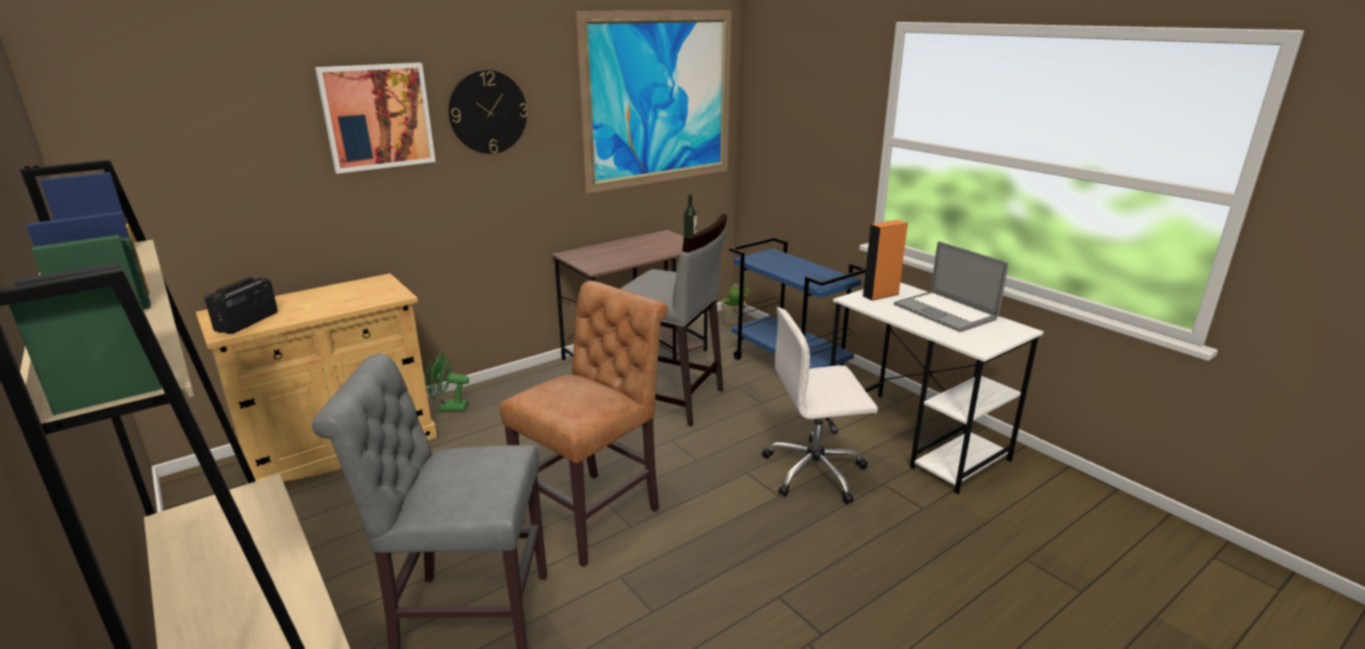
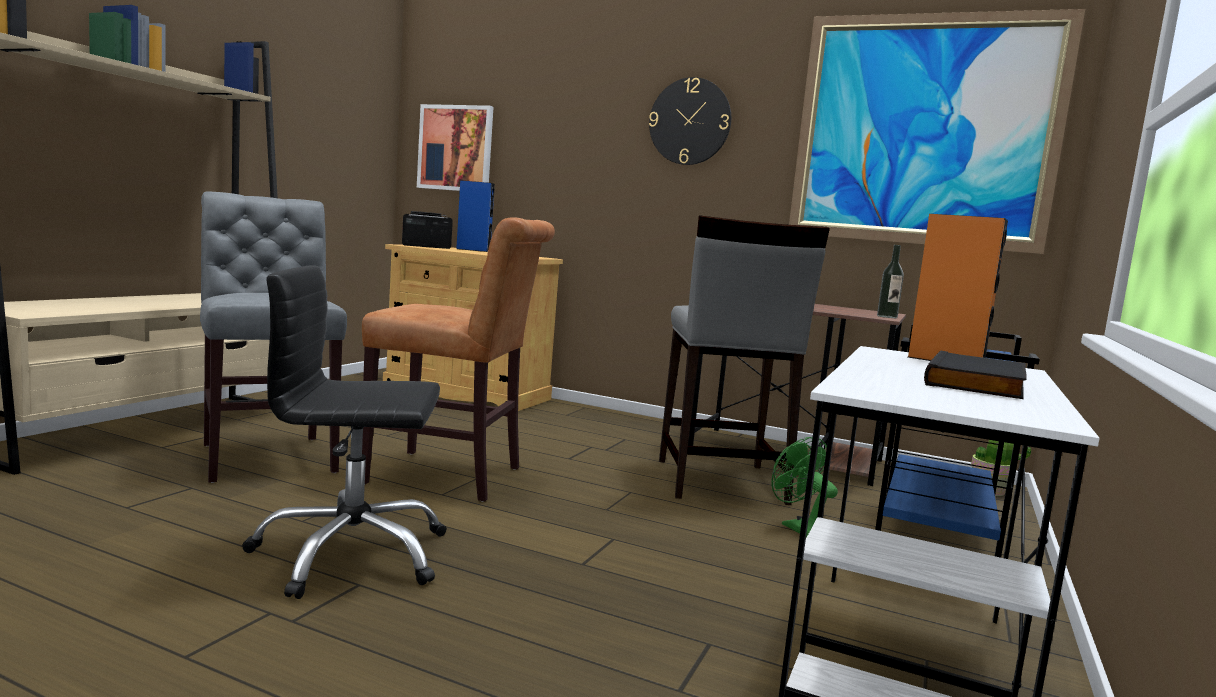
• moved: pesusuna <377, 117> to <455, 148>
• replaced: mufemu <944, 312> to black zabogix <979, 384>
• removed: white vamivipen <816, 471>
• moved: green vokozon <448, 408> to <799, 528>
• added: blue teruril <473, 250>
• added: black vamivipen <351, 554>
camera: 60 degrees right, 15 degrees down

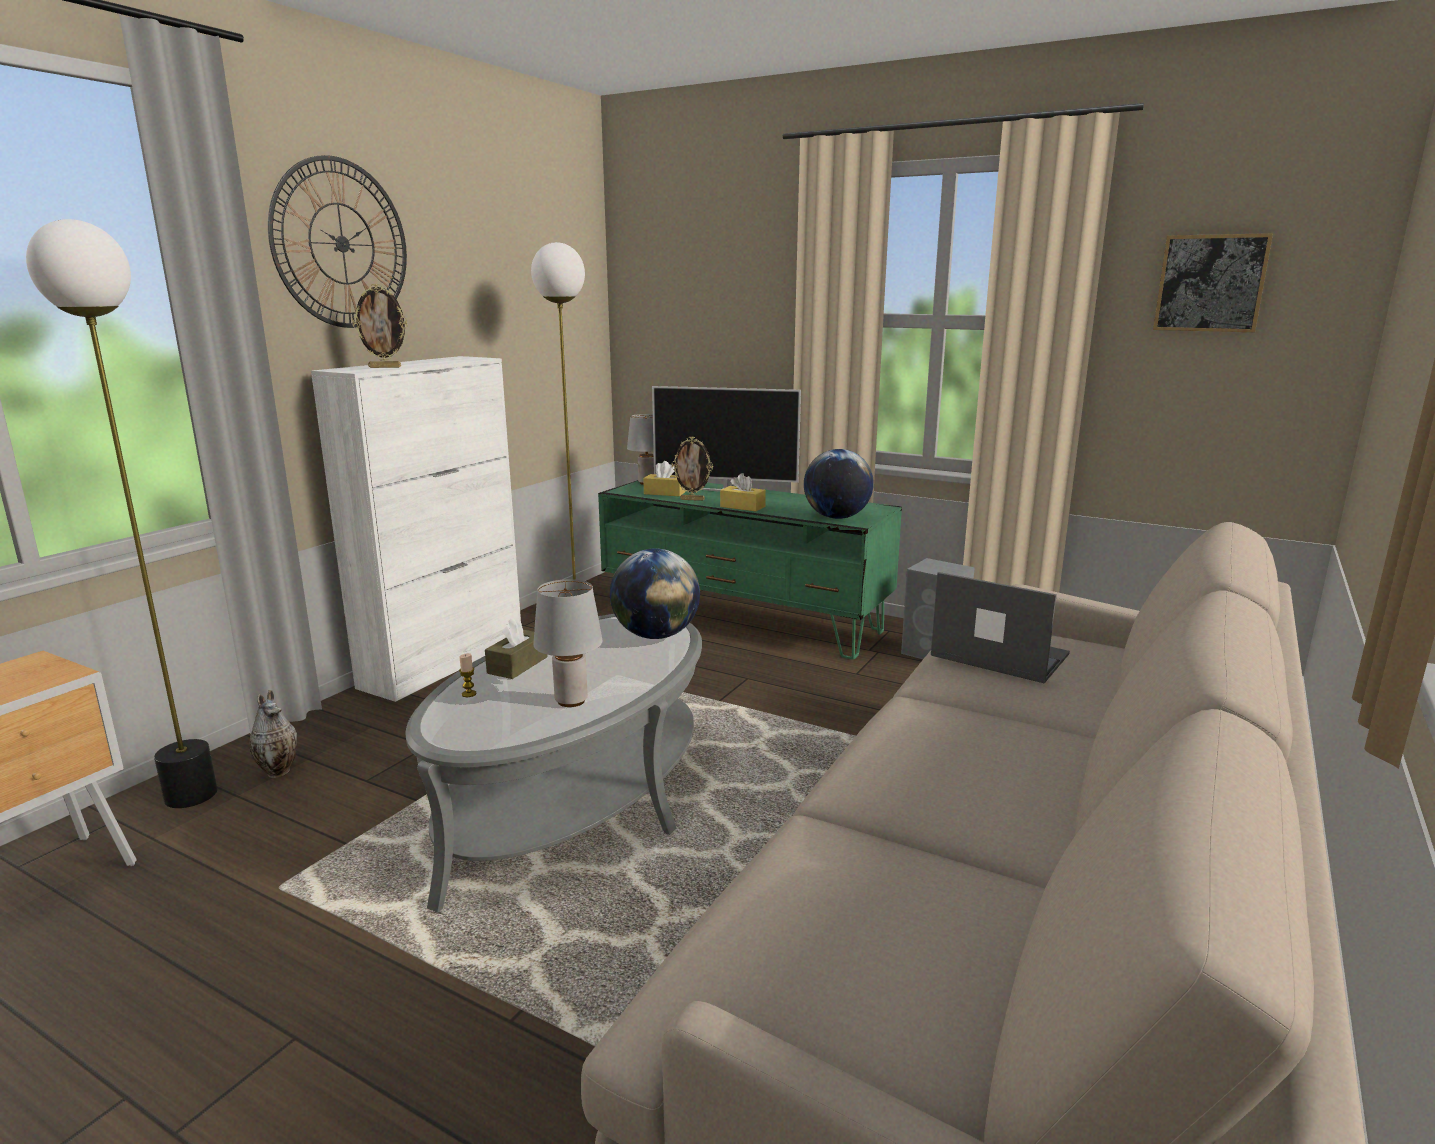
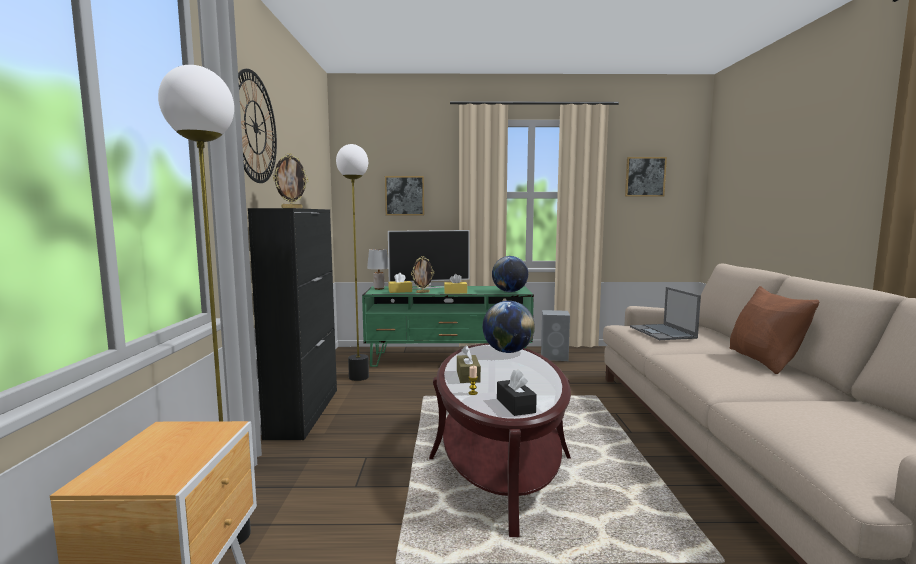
• recoloured: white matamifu <445, 662> to black matamifu <304, 412>
• turned: mufemu <997, 655> = <663, 332> 105 degrees counterclockwise
• removed: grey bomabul <570, 701>
• recoloured: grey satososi <577, 800> to brown satososi <499, 458>
• removed: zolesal <279, 771>
• added: pesusuna <404, 195>
• added: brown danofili <764, 361>
• added: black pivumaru <515, 405>
camera: 30 degrees left, 10 degrees down

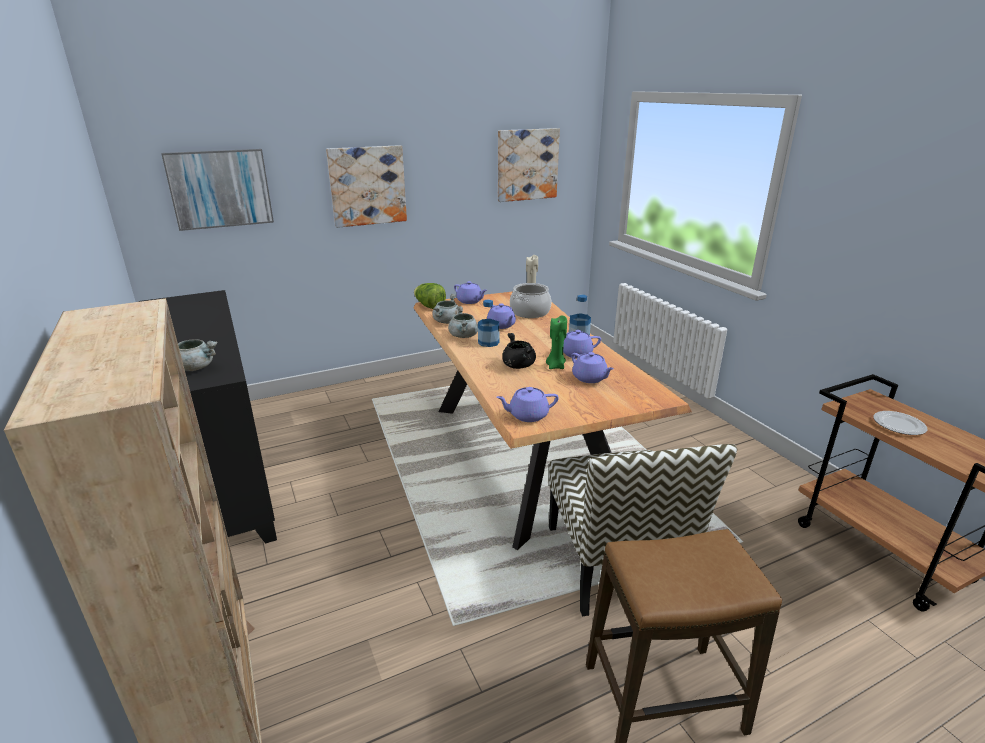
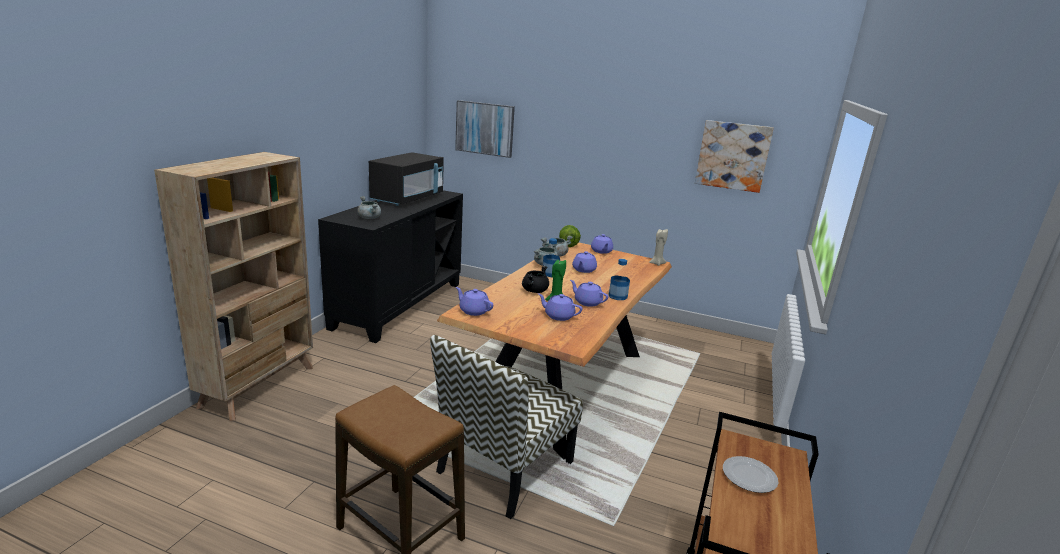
• removed: pesusuna <367, 186>
• removed: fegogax <530, 312>
• turned: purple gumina <590, 378> = <558, 316> 105 degrees clockwise
• added: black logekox <408, 198>
camera: 45 degrees right, 5 degrees down

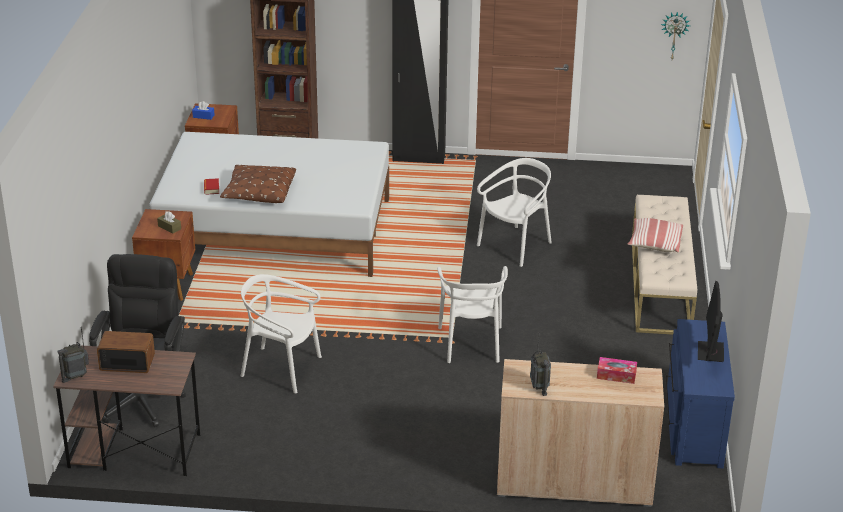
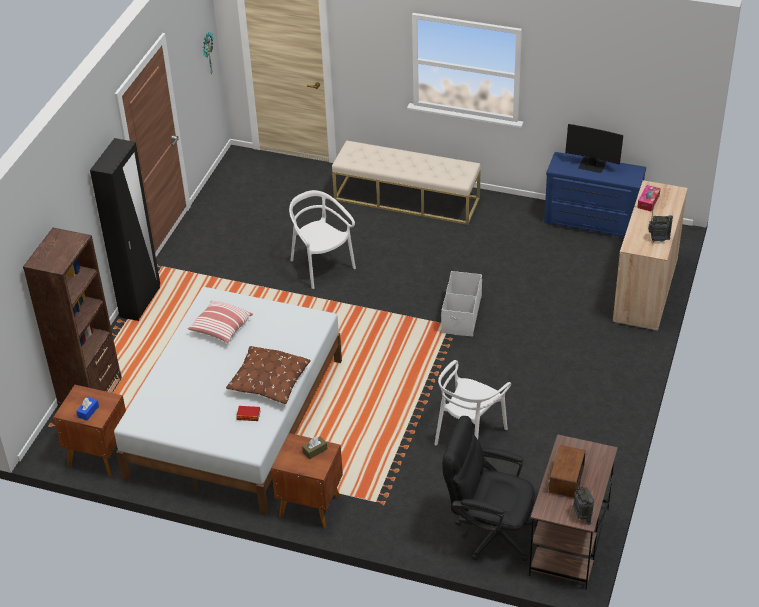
• moved: danofili <654, 243> to <221, 328>
• replaced: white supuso <471, 344> to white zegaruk <461, 315>
camera: 75 degrees left, 10 degrees up

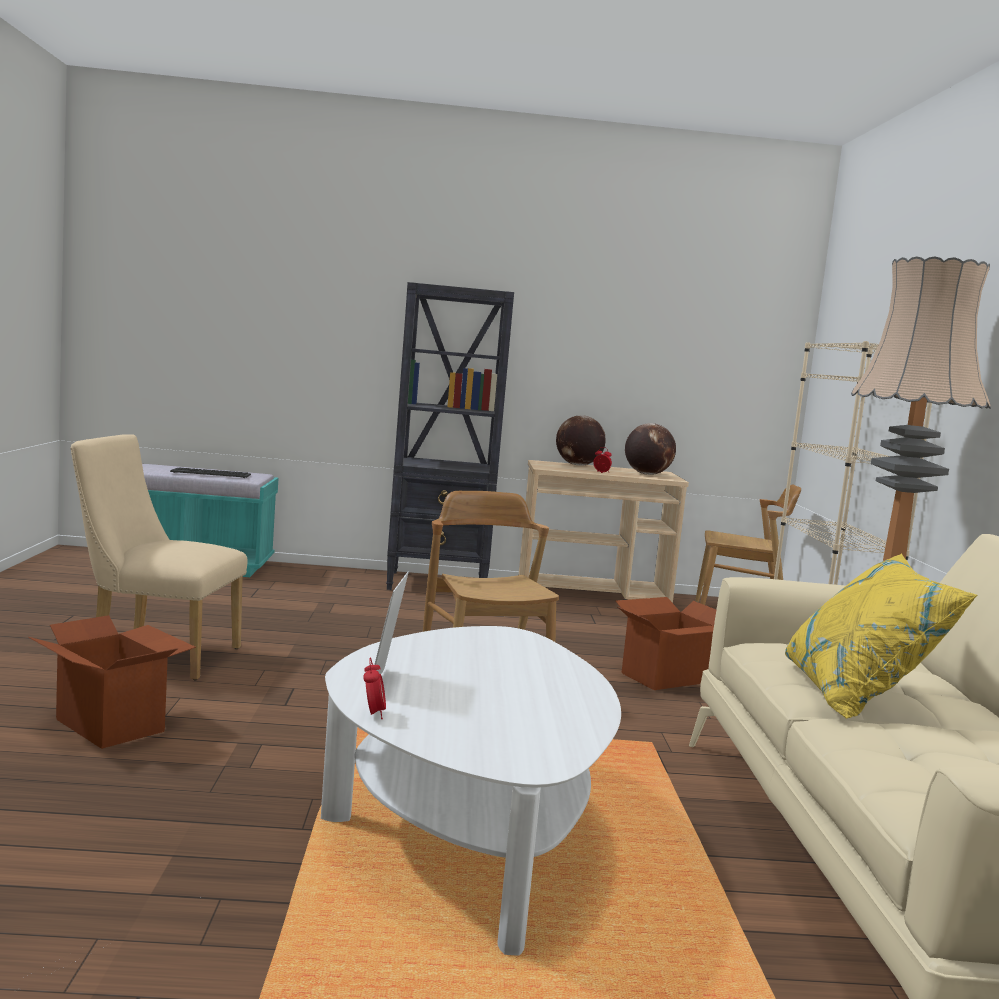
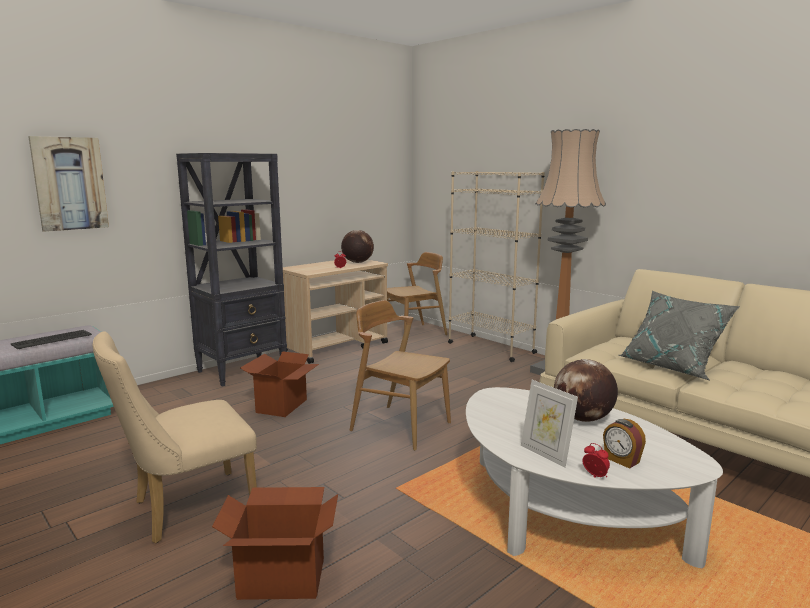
• moved: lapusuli <577, 465> to <583, 419>
• recoloured: yellow danofili <858, 697> to grey danofili <672, 366>
• moved: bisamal <664, 678> to <282, 406>
• added: pesusuna <69, 183>
• added: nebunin <621, 460>
camera: 40 degrees left, 5 degrees up

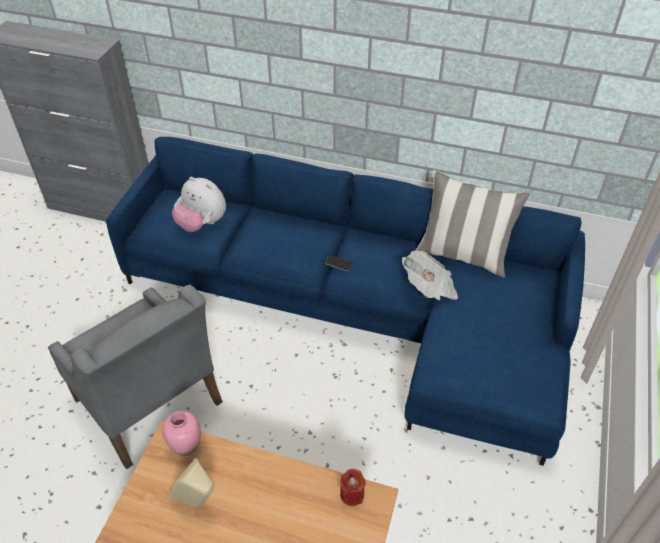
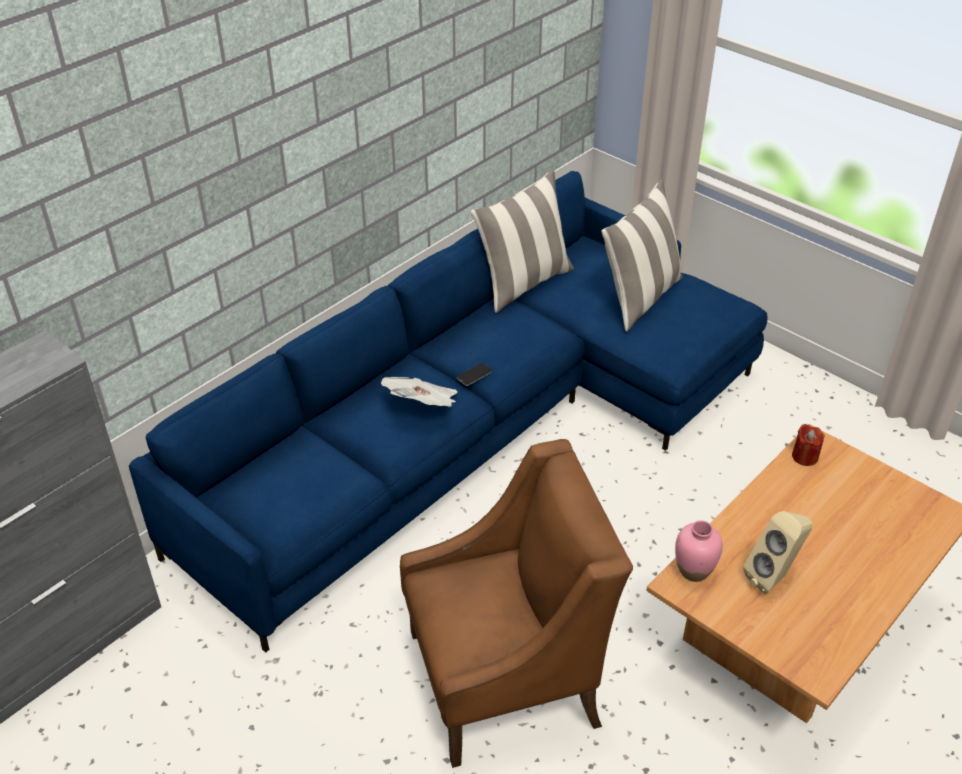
• removed: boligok <202, 224>
• moved: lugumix <429, 287> to <423, 406>
• recoloured: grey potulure <148, 402> to brown potulure <506, 677>
• added: danofili <639, 297>
camera: 65 degrees left, 5 degrees down

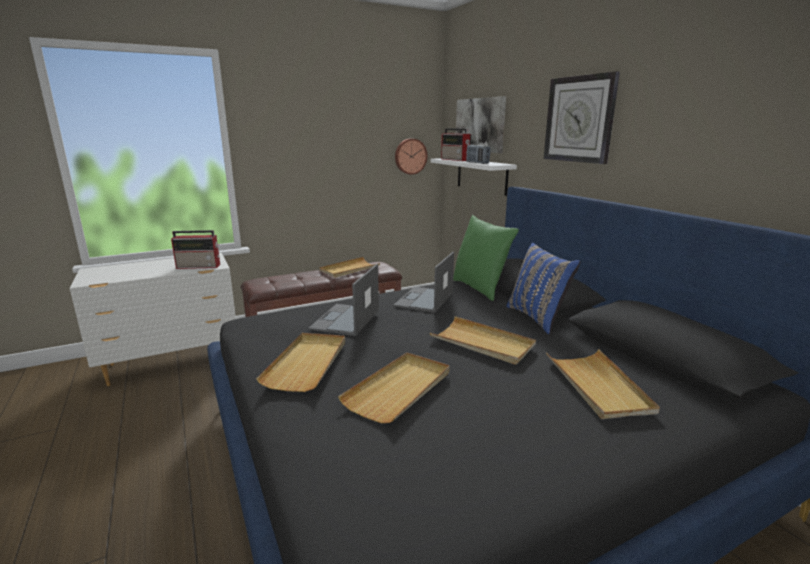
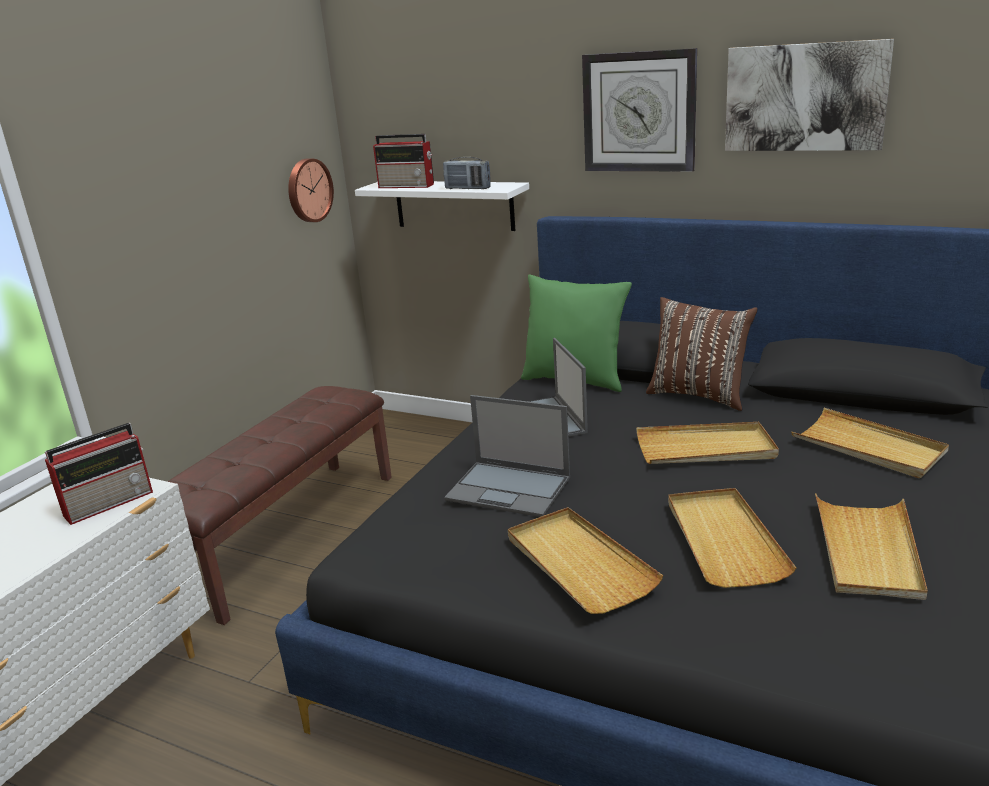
• moved: pesusuna <480, 125> to <805, 97>
• recoloured: blue danofili <538, 318> to brown danofili <699, 395>
• moved: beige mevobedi <349, 269> to <868, 550>
• turned: mufemu <345, 320> = <510, 489> 45 degrees counterclockwise
camera: 35 degrees left, 5 degrees up

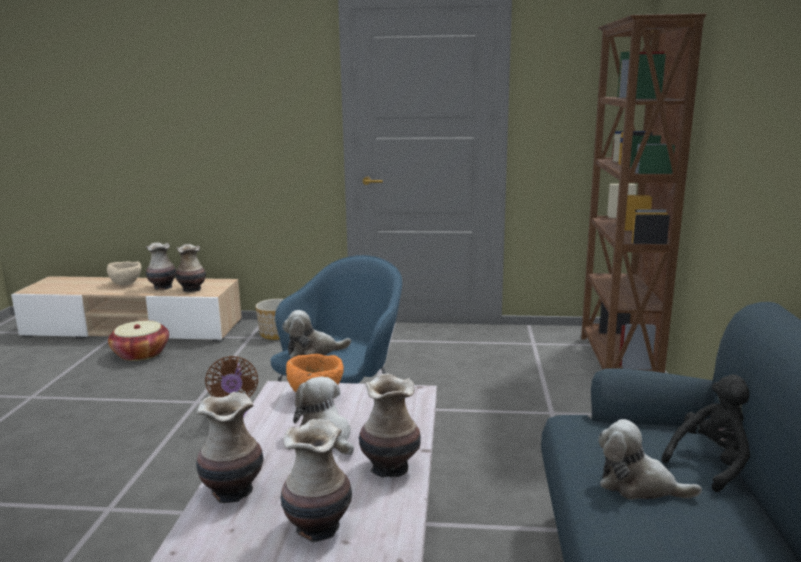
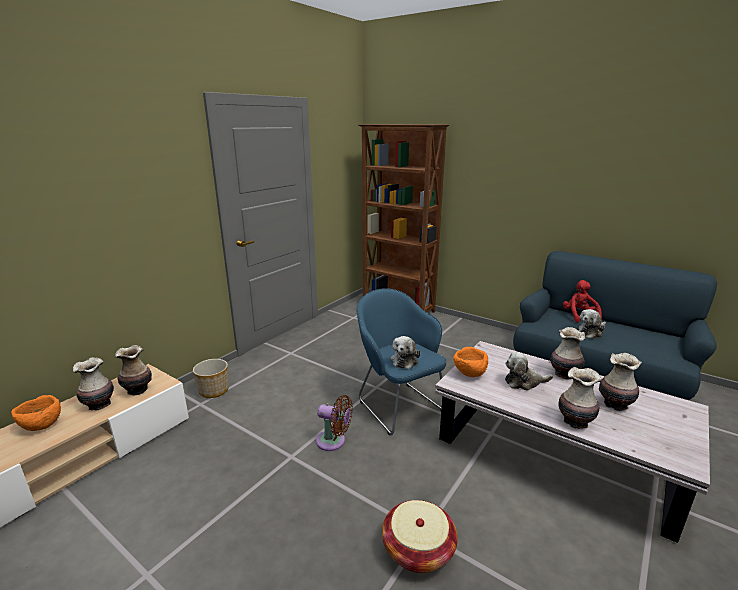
• recoloured: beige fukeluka <126, 284> to orange fukeluka <41, 425>
• moved: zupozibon <141, 354> to <418, 549>
• recoloured: black boligok <711, 464> to red boligok <579, 316>
camera: 60 degrees left, 5 degrees up

